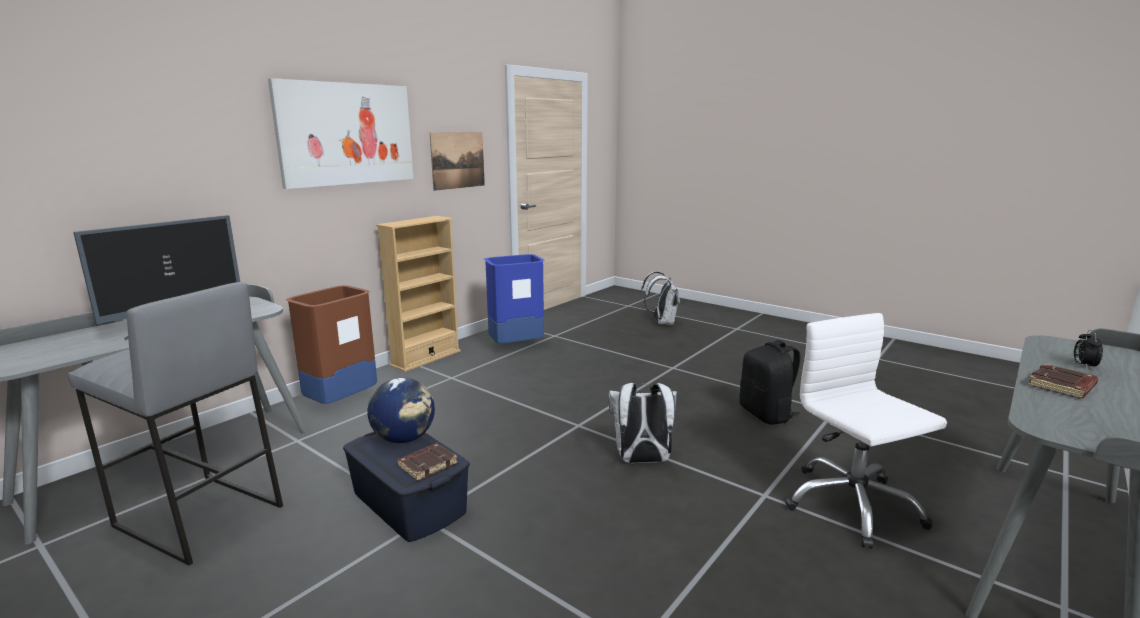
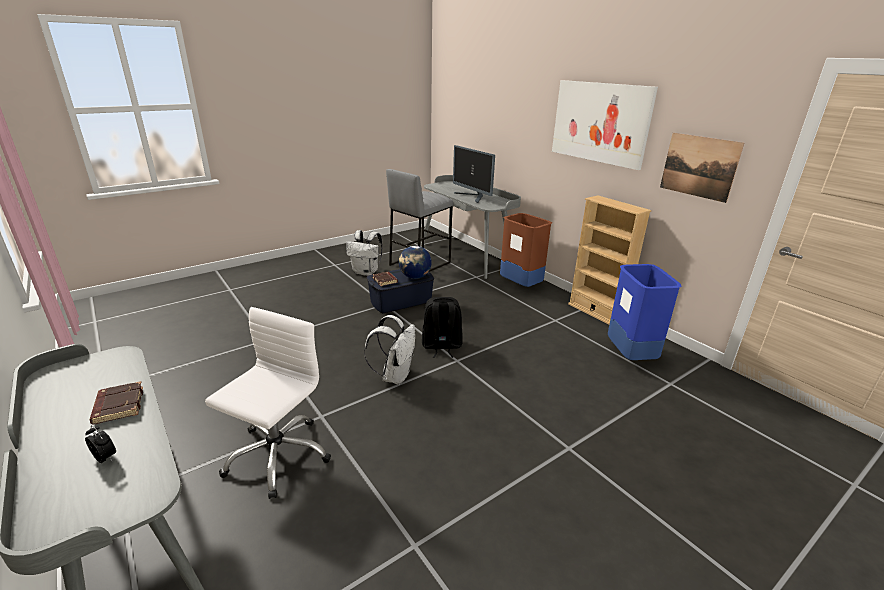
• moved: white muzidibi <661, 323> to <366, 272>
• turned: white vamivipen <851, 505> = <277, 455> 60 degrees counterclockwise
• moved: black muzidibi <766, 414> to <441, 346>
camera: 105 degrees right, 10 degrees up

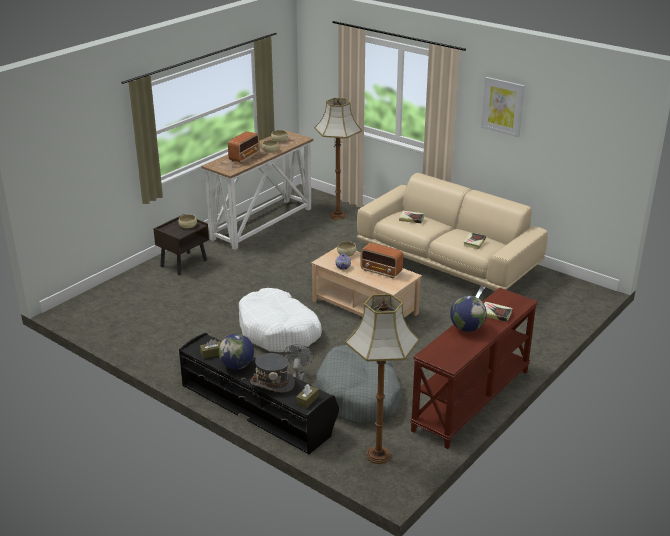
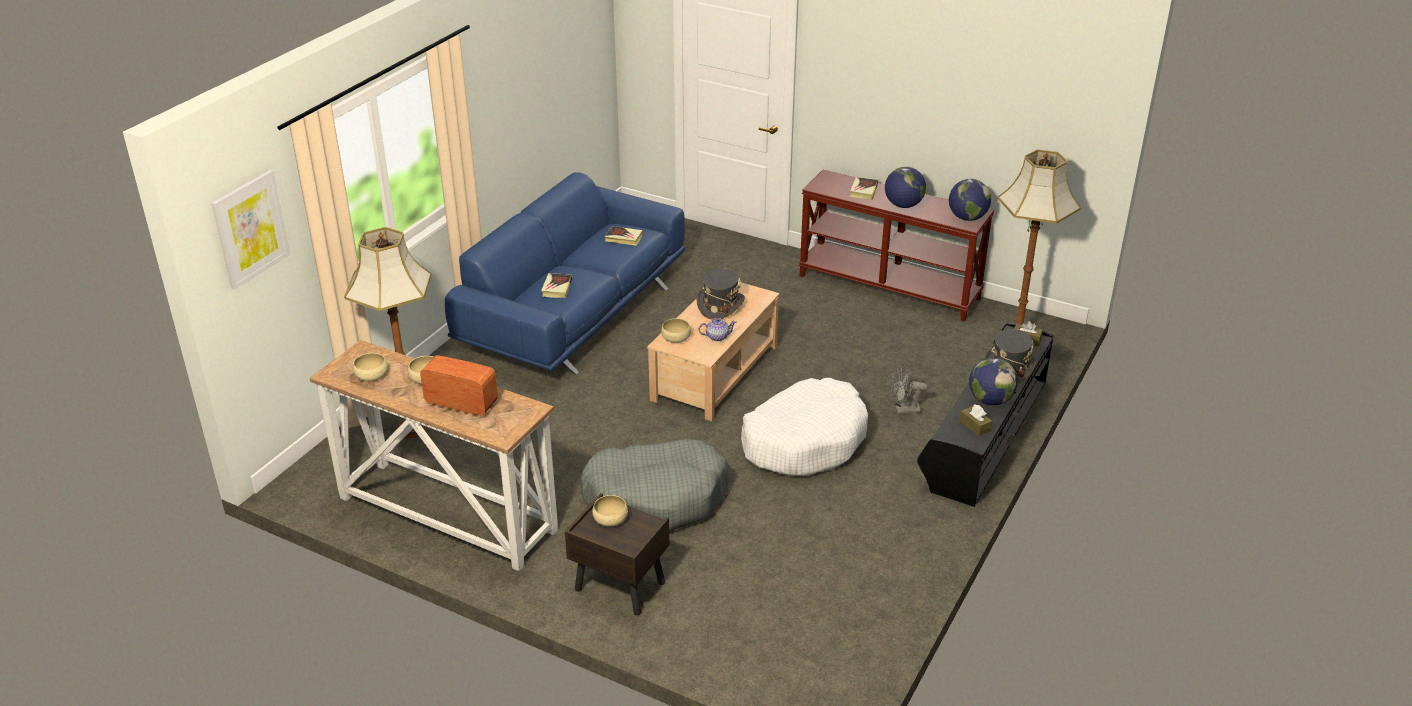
• moved: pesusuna <502, 106> to <250, 229>
• recoloured: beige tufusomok <448, 264> to blue tufusomok <574, 313>
• replaced: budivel <381, 271> to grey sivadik <720, 305>
• moved: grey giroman <359, 395> to <656, 498>
• added: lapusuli <967, 218>
camera: 100 degrees left, 5 degrees up

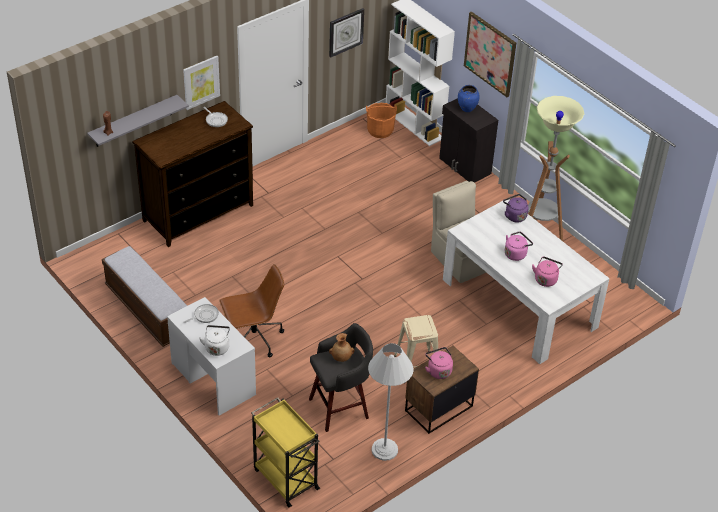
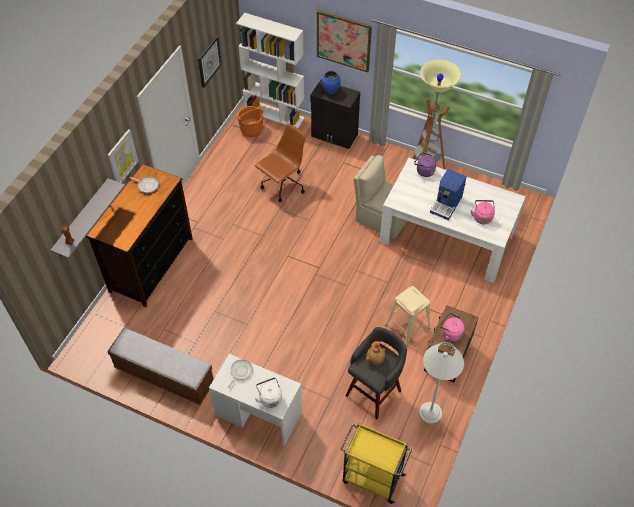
• replaced: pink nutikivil <516, 254> to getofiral <446, 204>
• moved: brown vamivipen <253, 339> to <283, 185>
camera: 25 degrees left, 10 degrees up

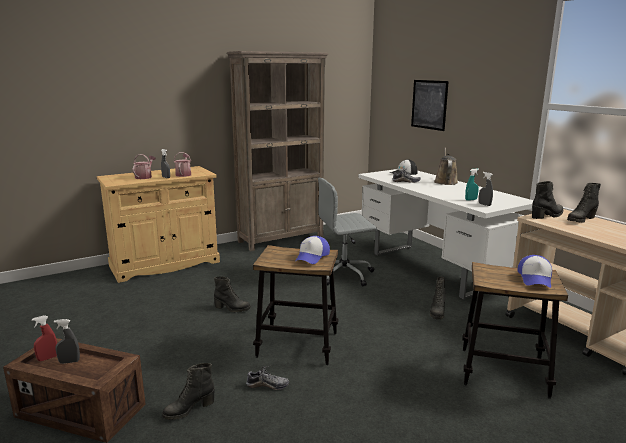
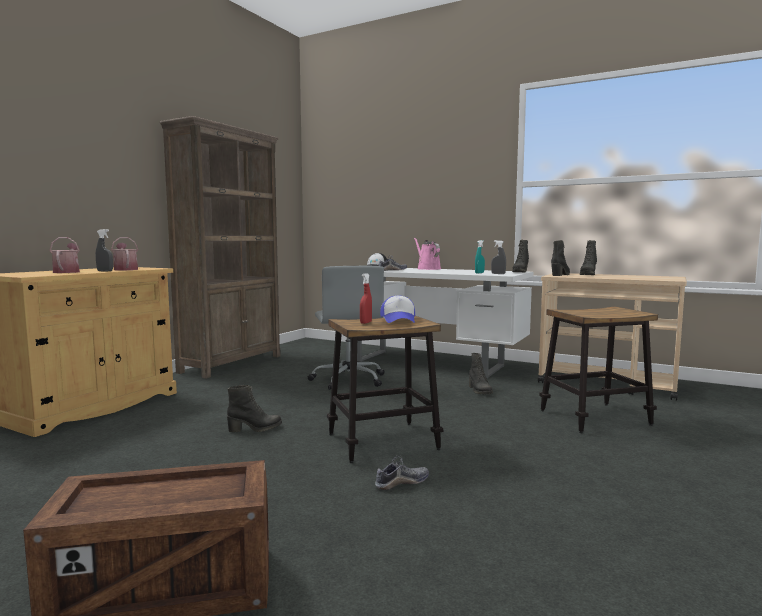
• removed: pesusuna <429, 104>
• recoloured: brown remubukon <445, 182> to pink remubukon <427, 269>
• turned: grey vamivipen <345, 274> = <348, 380> 60 degrees counterclockwise
• removed: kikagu <535, 278>
• moved: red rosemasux <48, 358> to <366, 322>
• removed: grey rosemasux <69, 362>
• moved: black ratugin <189, 409> to <520, 272>
camera: 30 degrees left, 10 degrees down

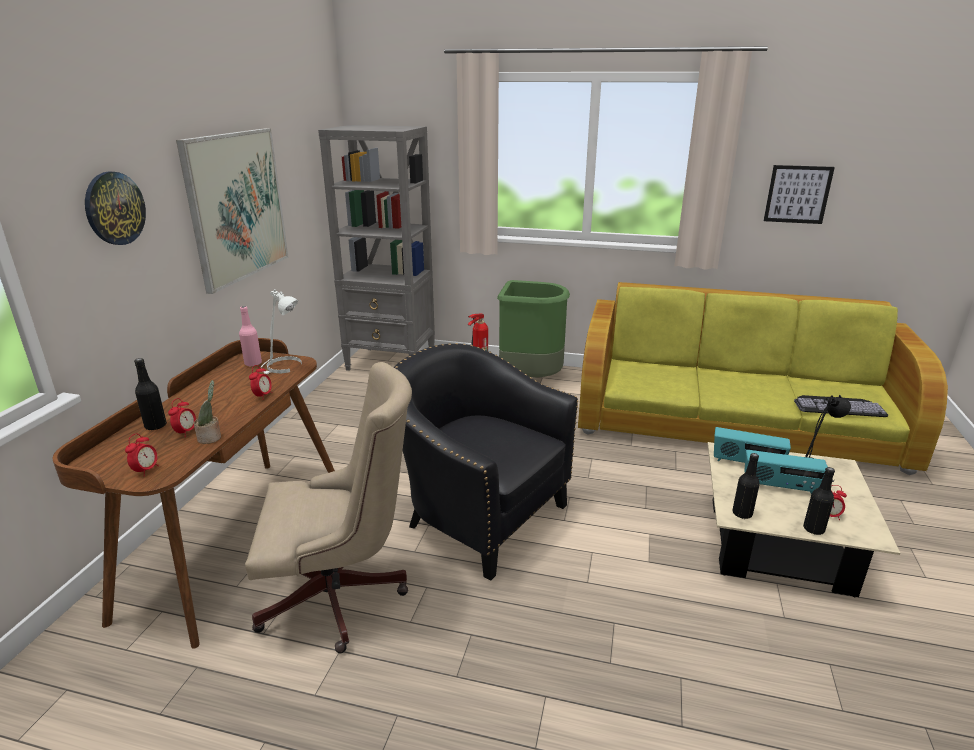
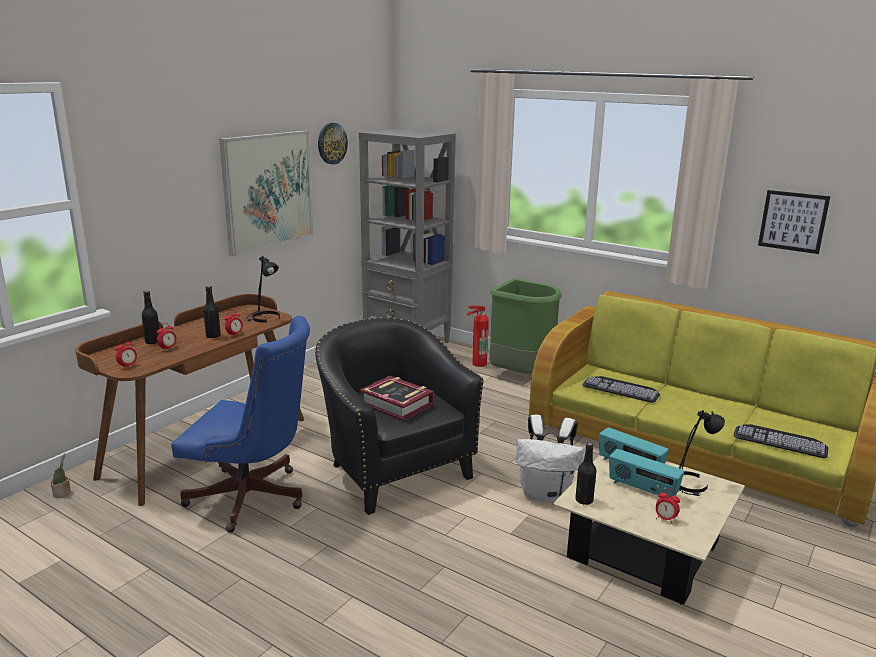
• moved: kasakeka <114, 208> to <332, 143>
• recoloured: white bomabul <283, 367> to black bomabul <264, 318>
• removed: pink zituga <253, 363>
• recoloured: beige vamivipen <342, 596> to blue vamivipen <253, 499>
• moved: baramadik <211, 438> to <63, 493>
• moved: black zituga <813, 529> to <213, 336>
• added: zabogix <397, 404>
• added: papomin <622, 388>
• added: white muzidibi <546, 493>
camera: 20 degrees right, 5 degrees down

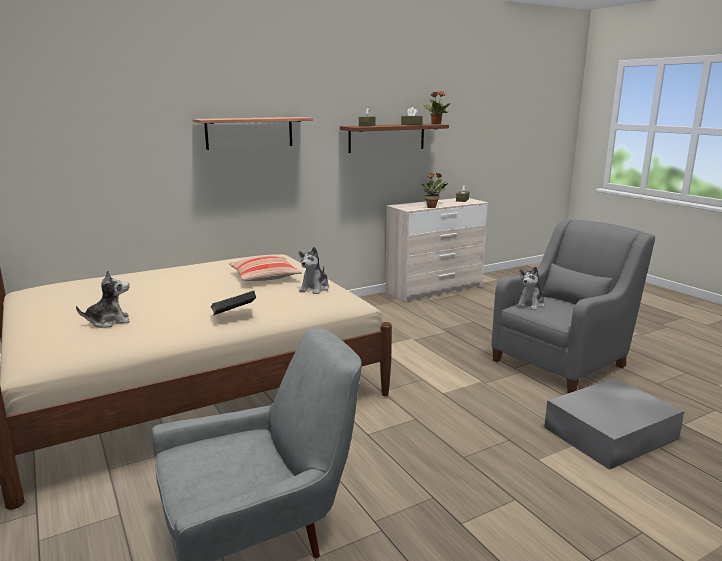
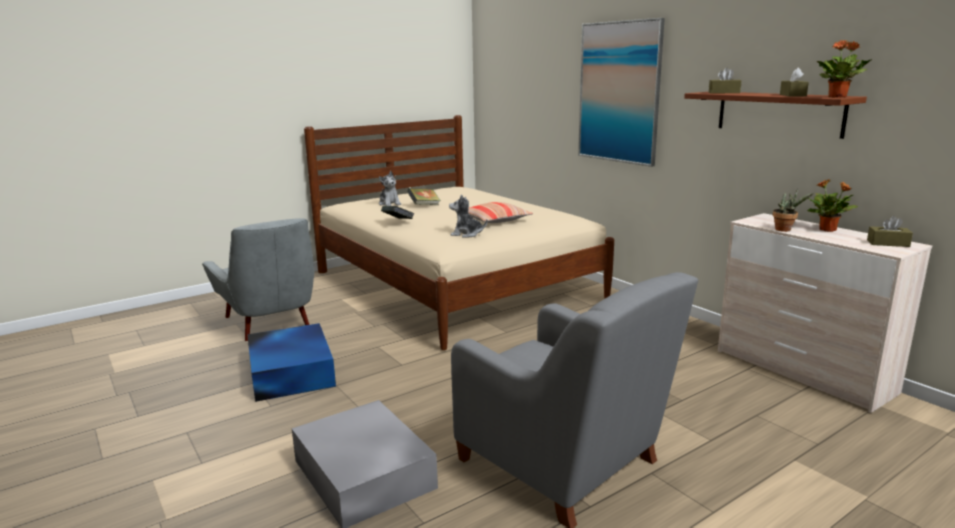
• replaced: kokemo <249, 132> to pesusuna <619, 92>
• removed: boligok <531, 304>
• added: zabogix <424, 206>
• added: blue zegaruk <292, 371>
camera: 85 degrees right, 0 degrees up

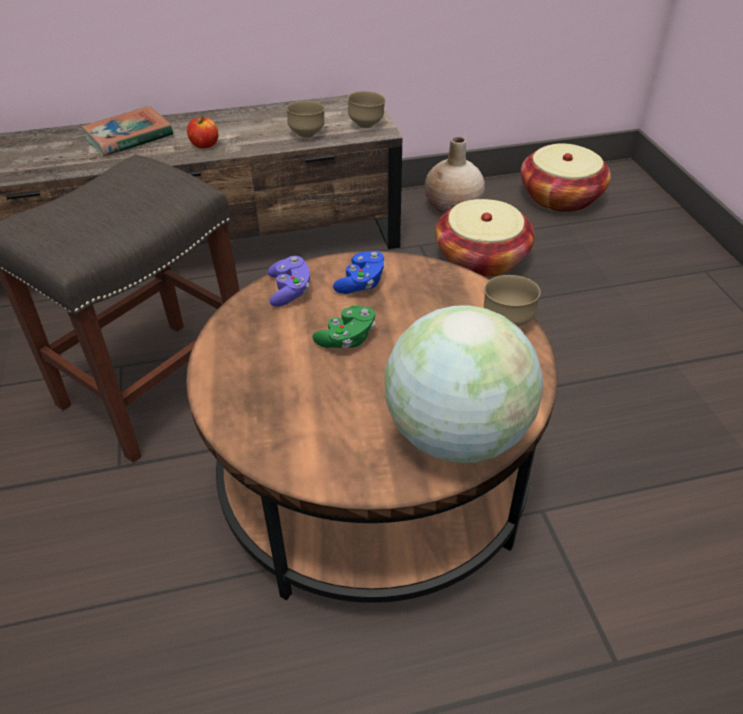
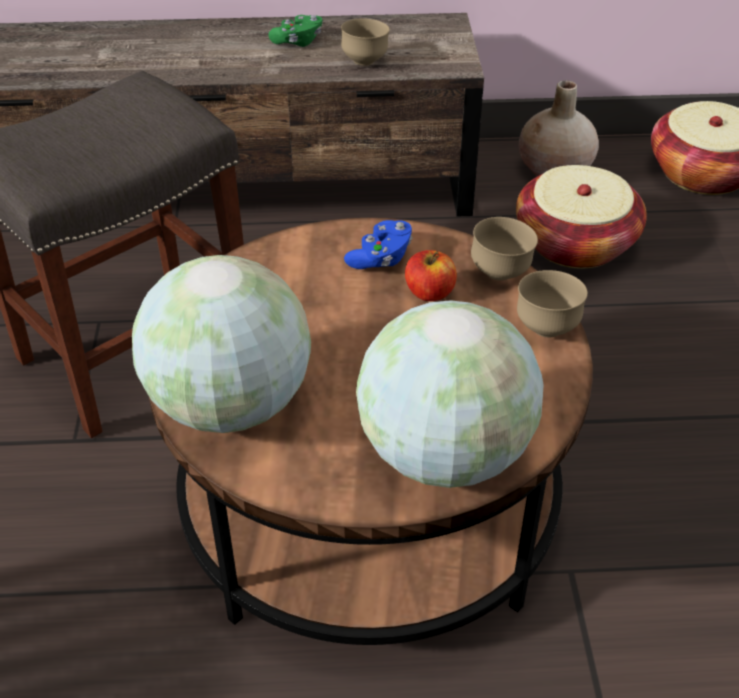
• moved: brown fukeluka <366, 125> to <501, 273>
• removed: zabogix <129, 137>
• moved: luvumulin <204, 145> to <429, 292>
• removed: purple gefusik <290, 291>
• moved: green gefusik <347, 339> to <298, 41>
• added: lapusuli <230, 405>
camera: 10 degrees right, 0 degrees up

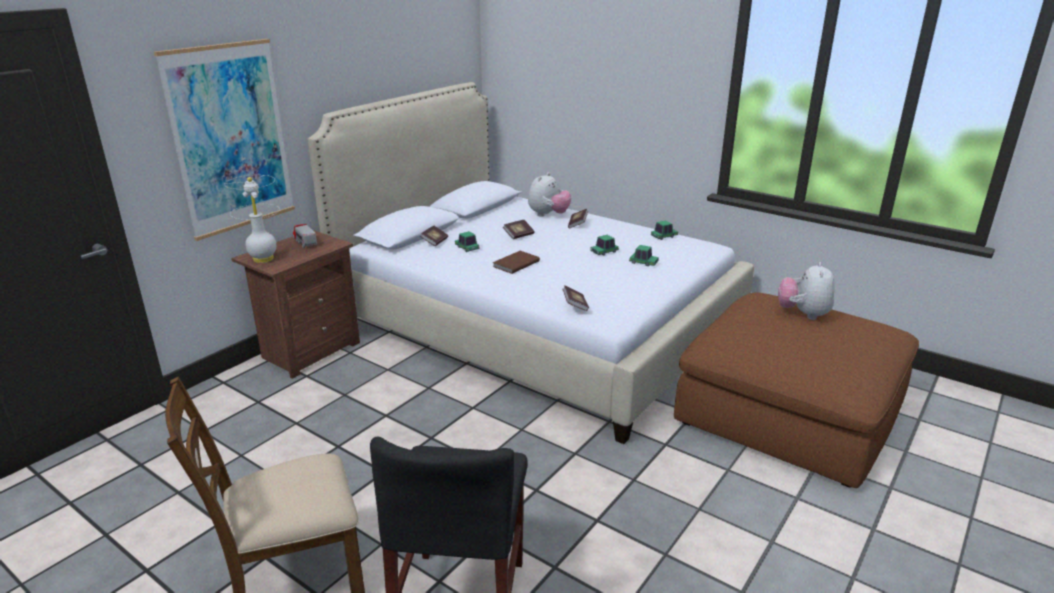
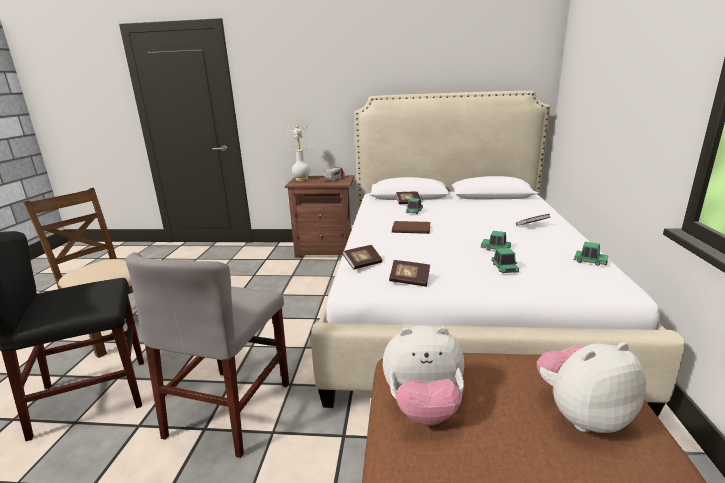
• removed: pesusuna <230, 138>
• moved: boligok <548, 215> to <423, 407>
• moved: zabogix <518, 235> to <409, 280>
• added: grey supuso <230, 409>
camera: 60 degrees right, 5 degrees down

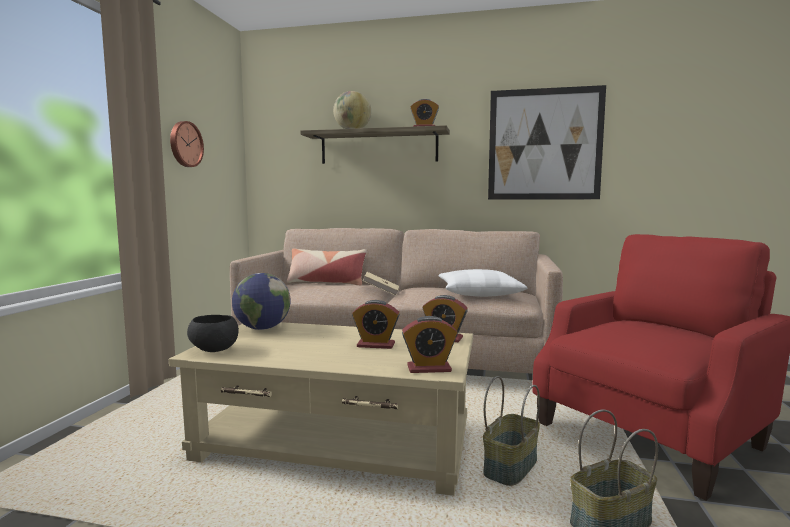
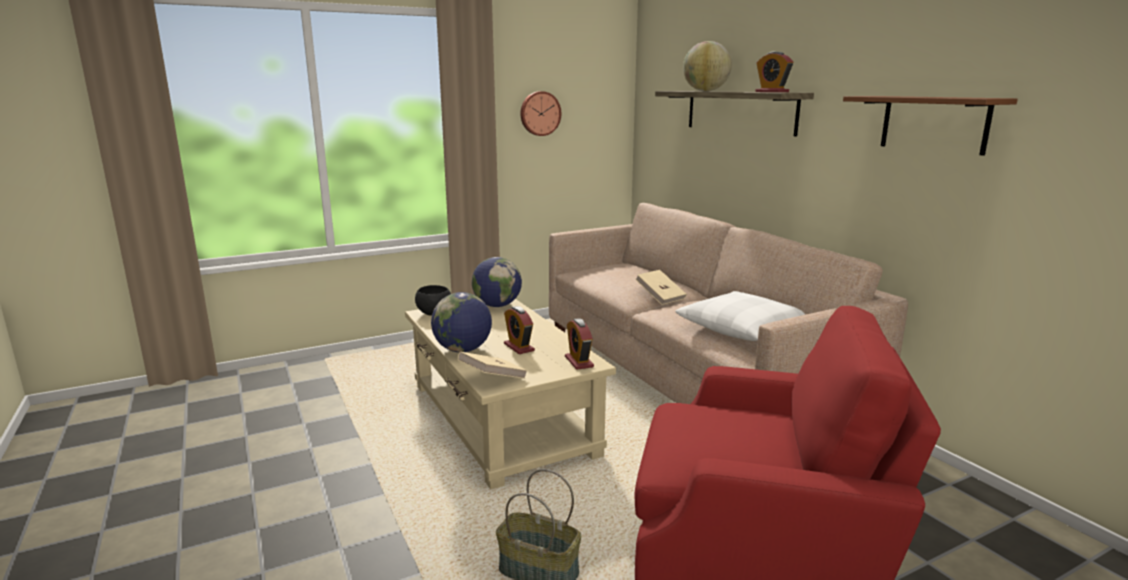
• replaced: pesusuna <544, 144> to brown kokemo <933, 124>
• removed: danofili <326, 283>
• replaced: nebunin <429, 368> to beige zabogix <493, 379>
• removed: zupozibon <509, 466>
• added: lapusuli <463, 350>
camera: 50 degrees right, 10 degrees up

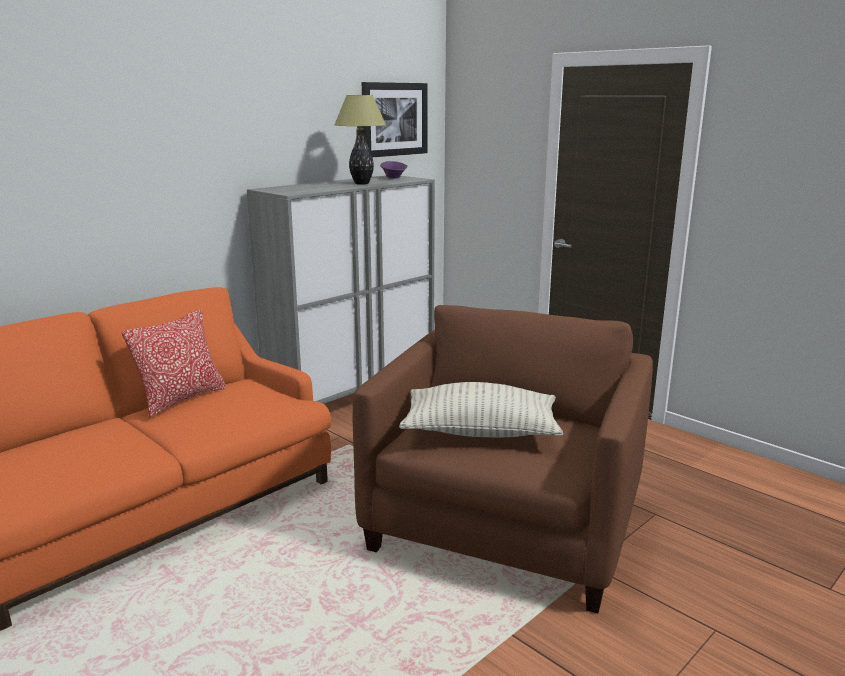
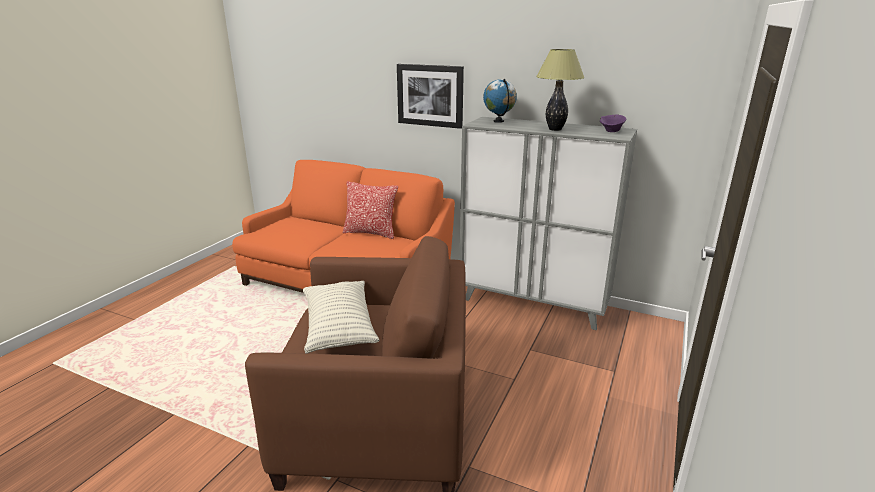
• moved: pesusuna <394, 119> to <430, 95>
• added: lapusuli <499, 121>
camera: 70 degrees right, 5 degrees up

